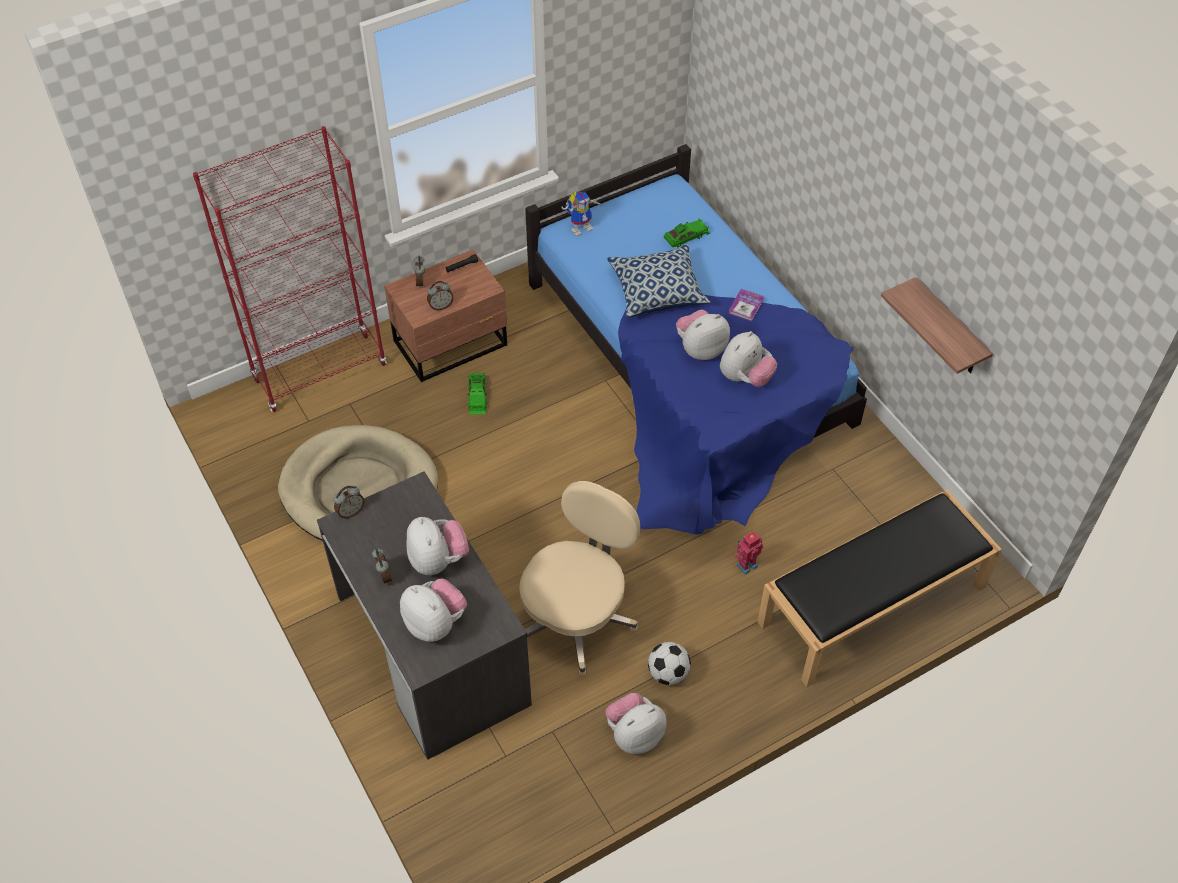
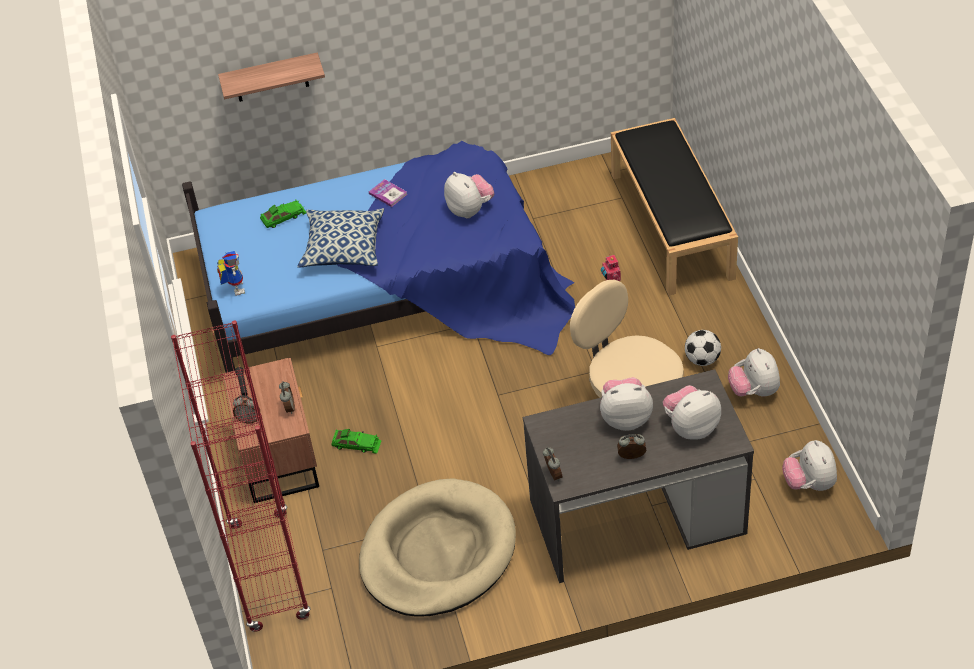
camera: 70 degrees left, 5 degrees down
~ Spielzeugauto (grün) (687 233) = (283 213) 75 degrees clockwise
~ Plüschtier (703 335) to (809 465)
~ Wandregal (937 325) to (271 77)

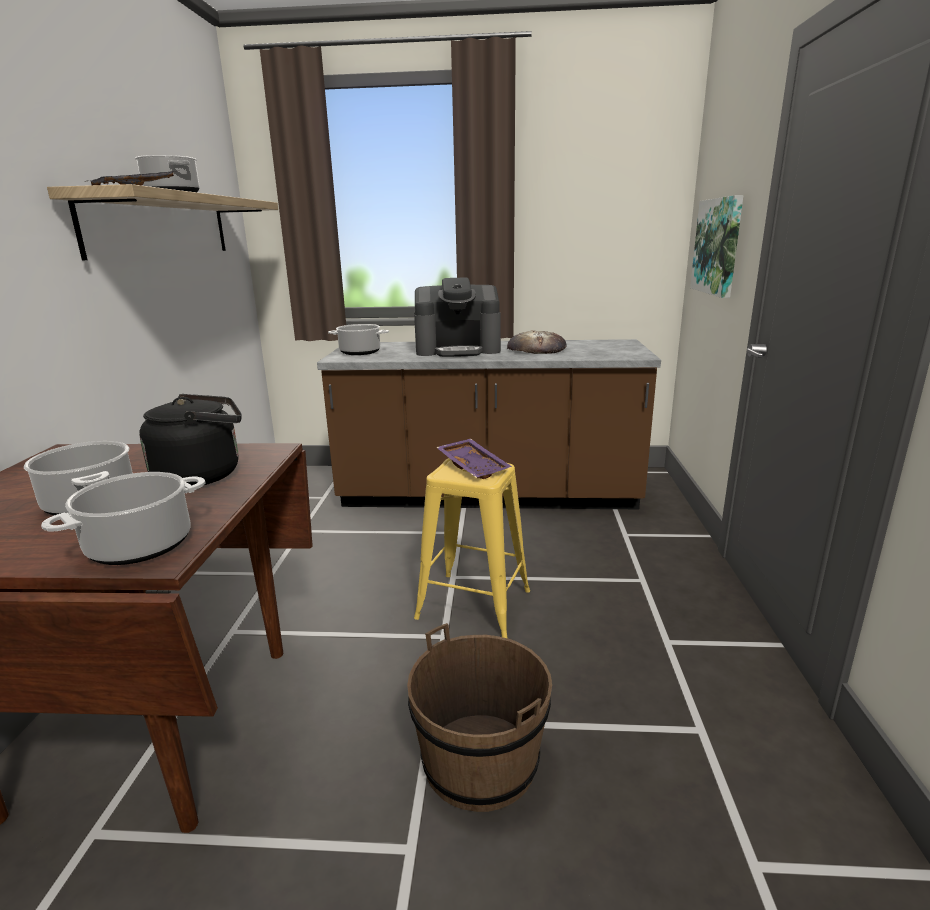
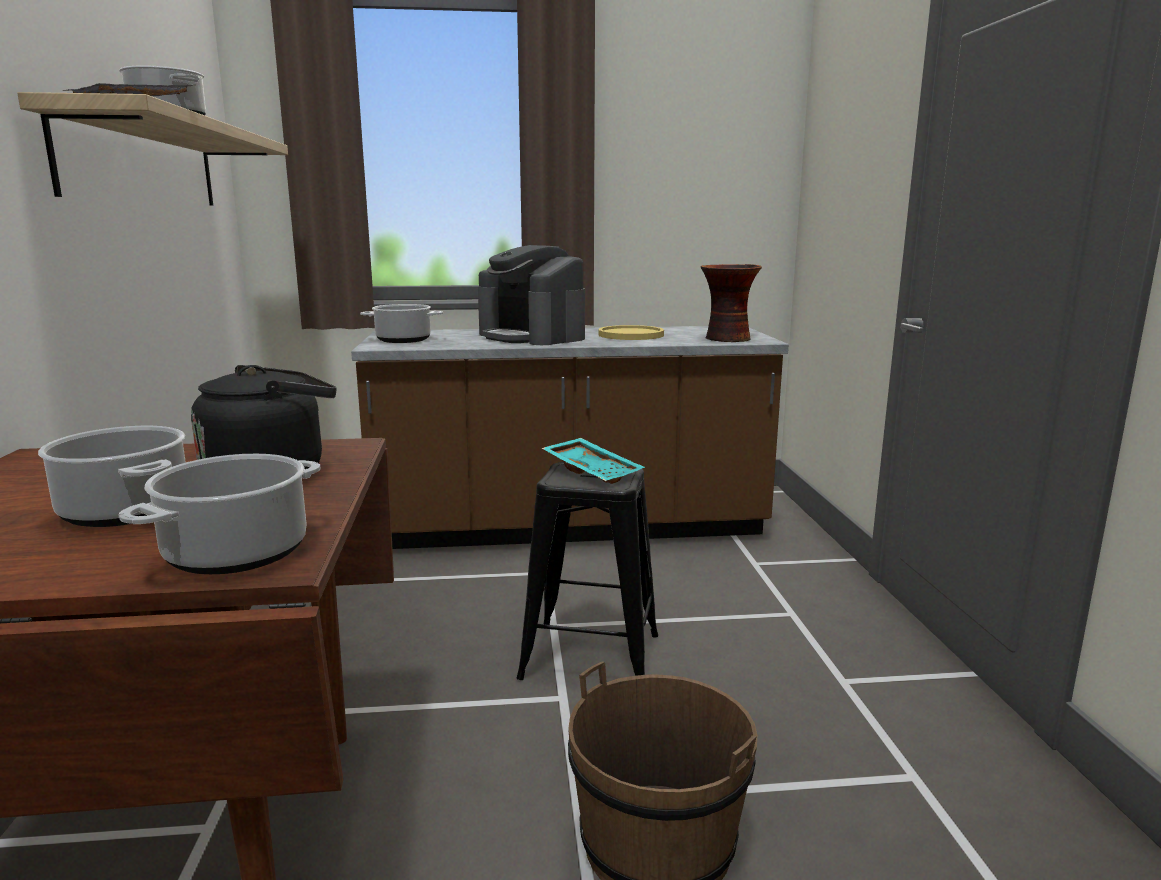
camera: 10 degrees left, 5 degrees down
~ Kaffeemaschine (457 317) = (531 295) 60 degrees clockwise
~ Hocker (gelb) (472 548) to Hocker (schwarz) (587 571)
~ Tablett (lila) (474 458) to Tablett (türkis) (593 461)
~ Brot (536 342) to Teller (gelb) (631 332)
- Bild (717 246)
+ Vase (731 303)

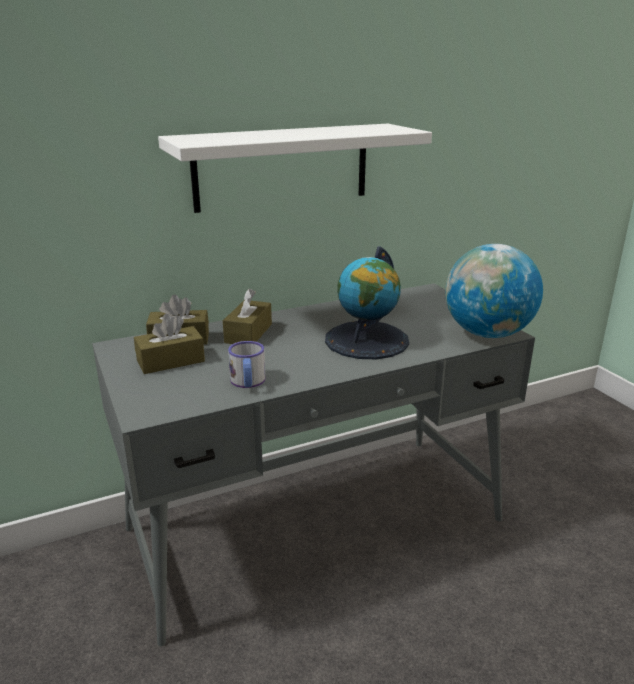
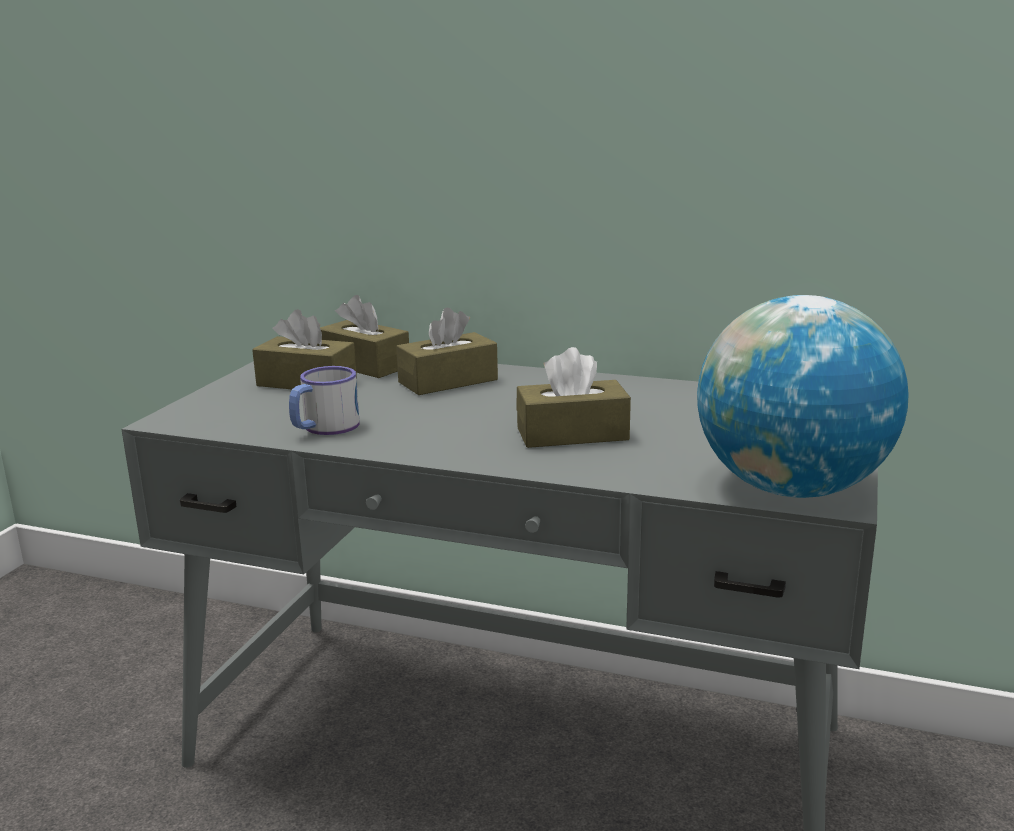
camera: 45 degrees right, 5 degrees down
- Wandregal (weiß) (295 168)
~ Globus (367 302) to Taschentuchbox (braun) (573 397)

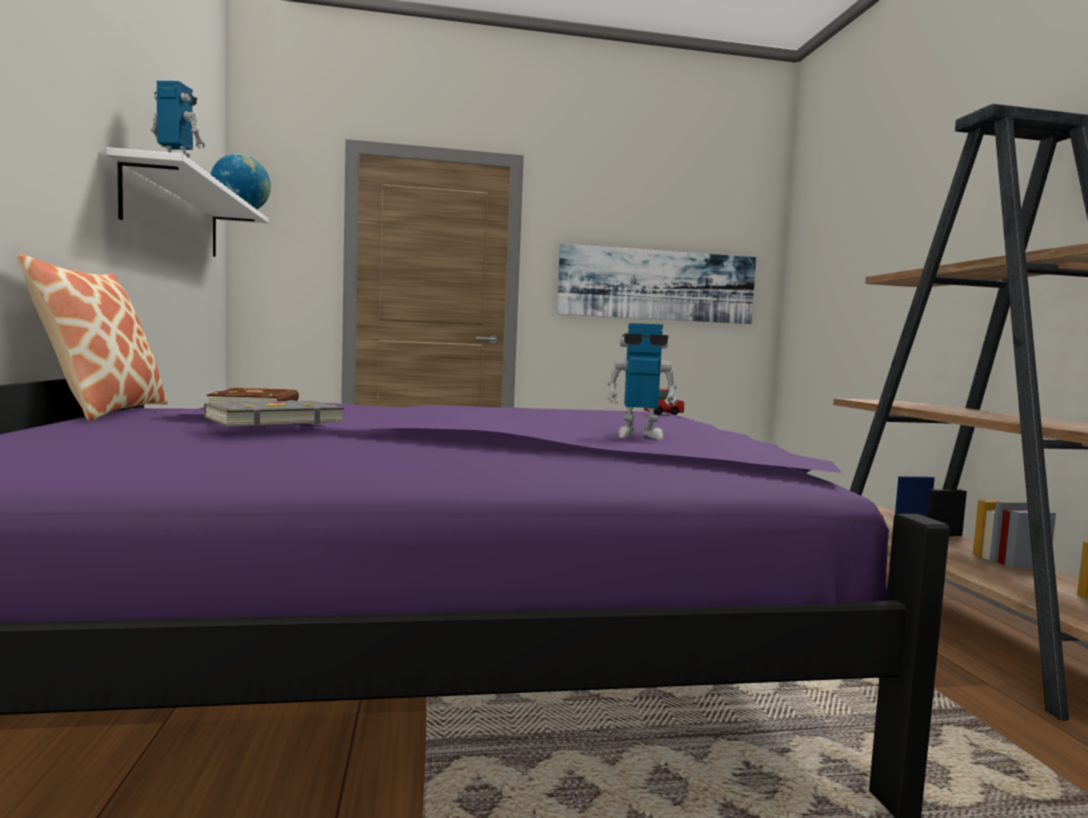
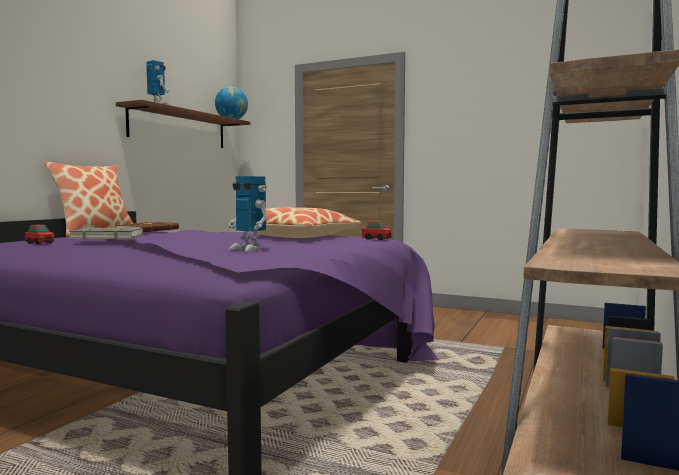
camera: 35 degrees right, 0 degrees up
~ Wandregal (weiß) (187 202) to Wandregal (braun) (183 124)
- Bild (656 284)
+ Spielzeugauto (39 234)
+ Kissen (295 222)

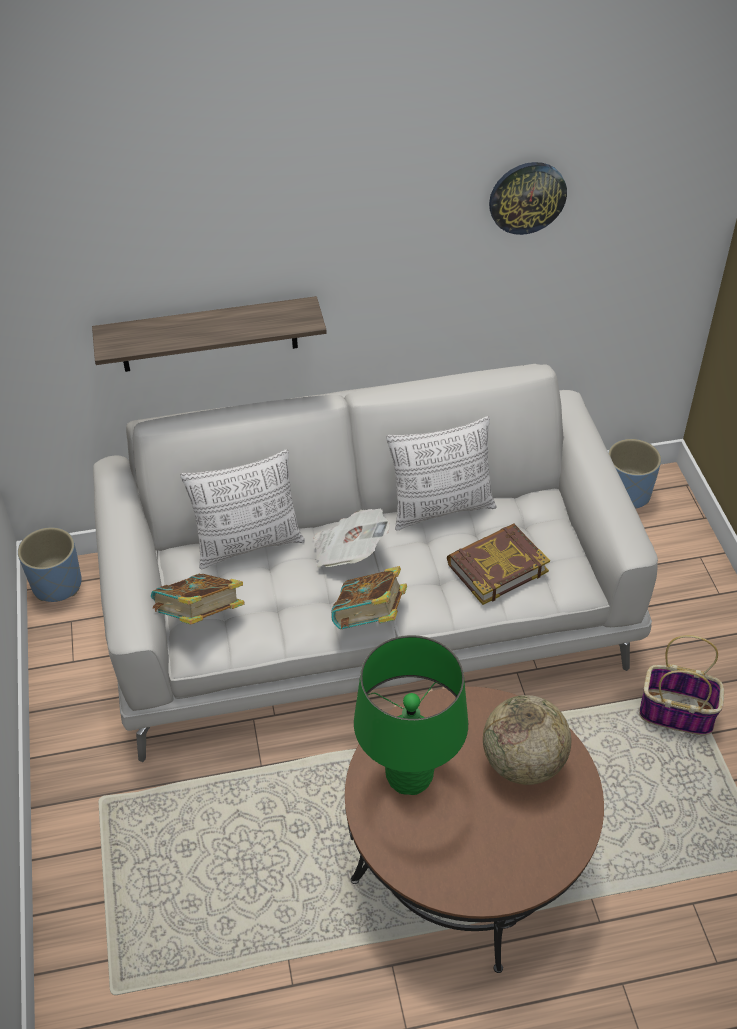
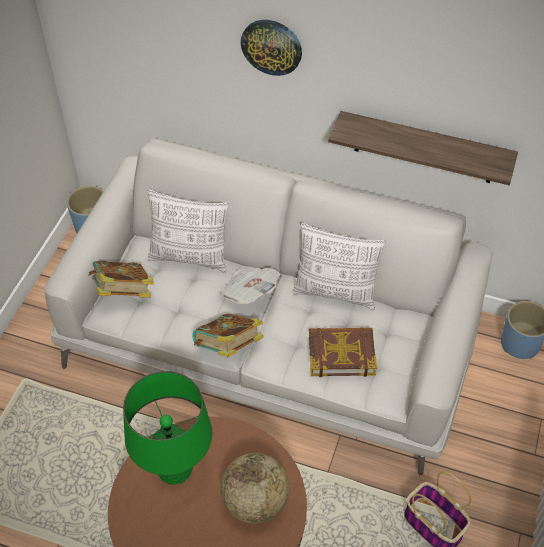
camera: 30 degrees right, 5 degrees up
~ Wandregal (209 334) to (423 148)
~ Wanduhr (528 198) to (271 48)

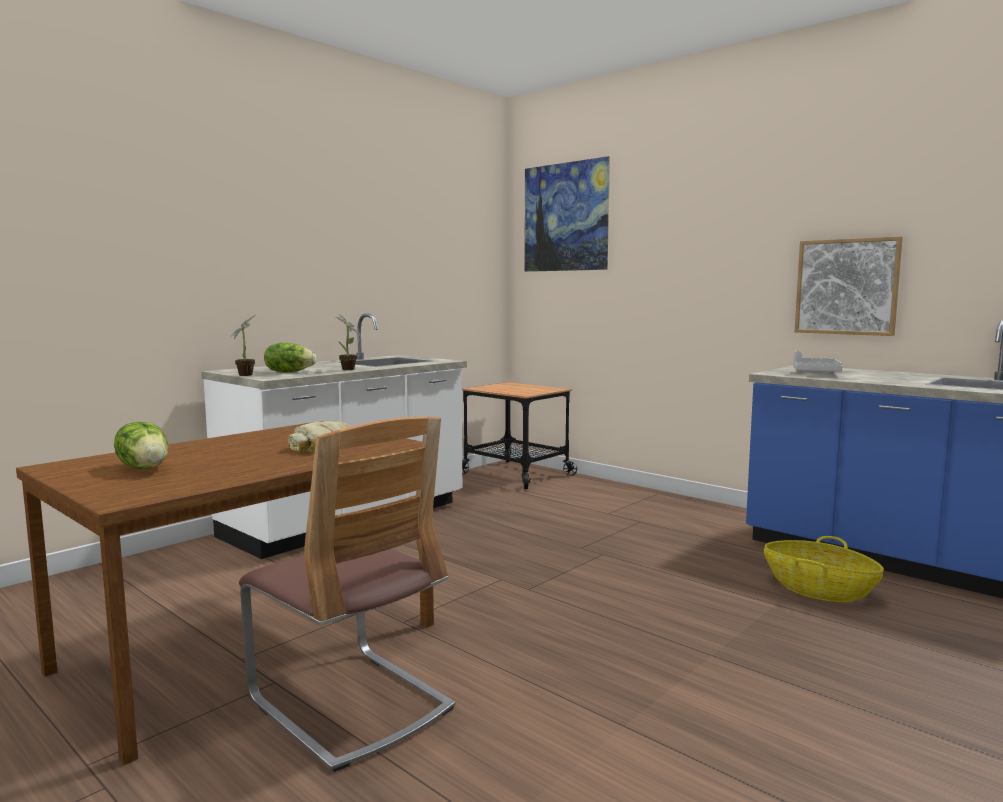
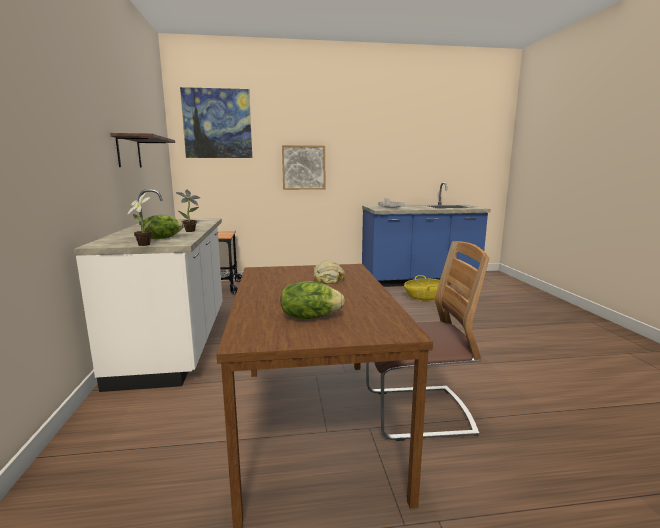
camera: 50 degrees left, 5 degrees up
~ Bild (849 286) to (303 167)
+ Wandregal (142 150)

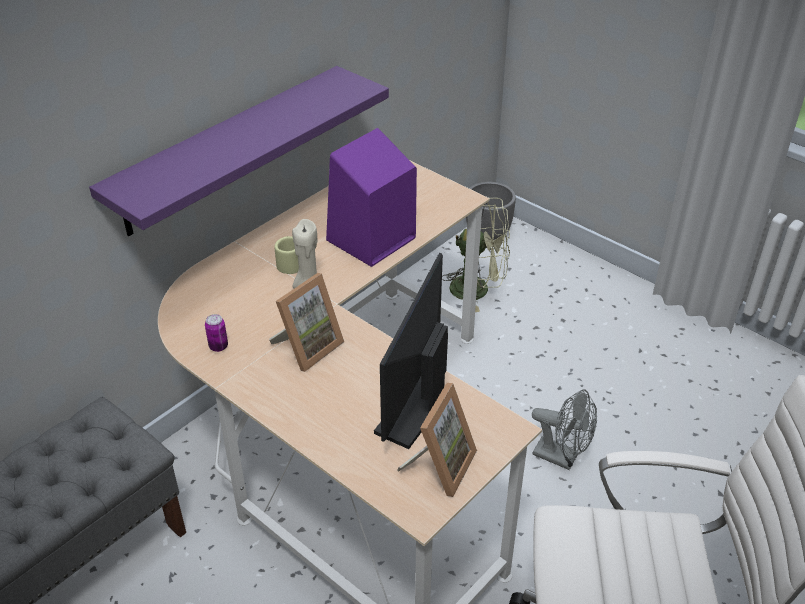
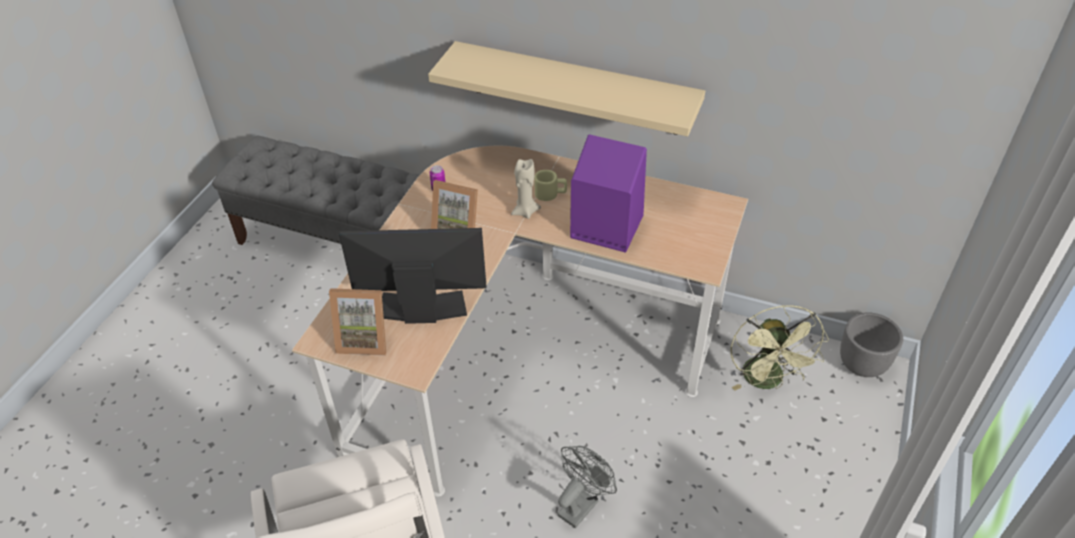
camera: 70 degrees right, 5 degrees up
~ Wandregal (lila) (239 151) to Wandregal (beige) (566 89)
~ Ventilator (grau) (564 429) = (587 487) 150 degrees counterclockwise

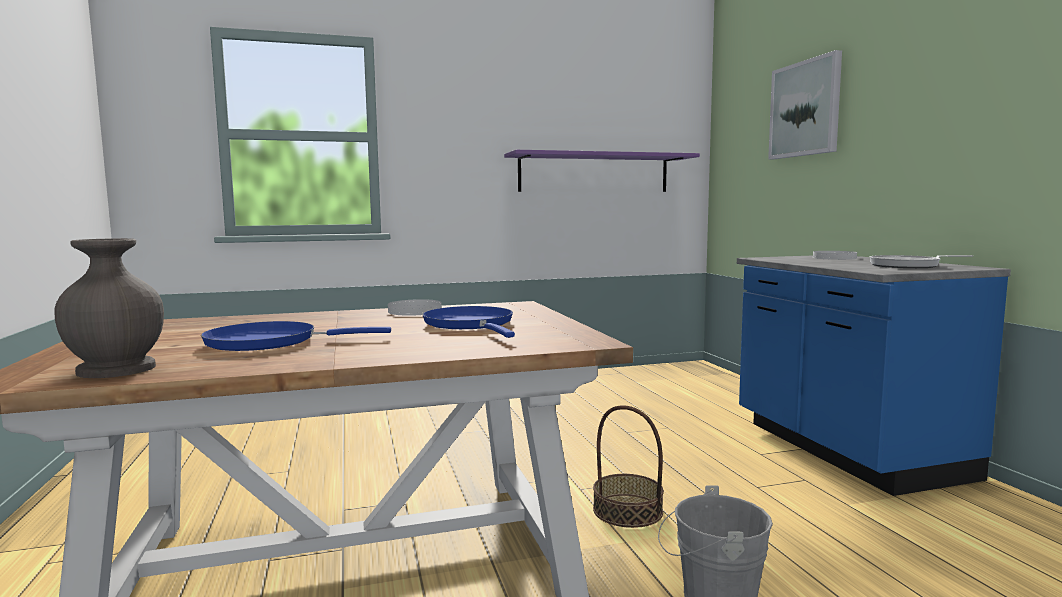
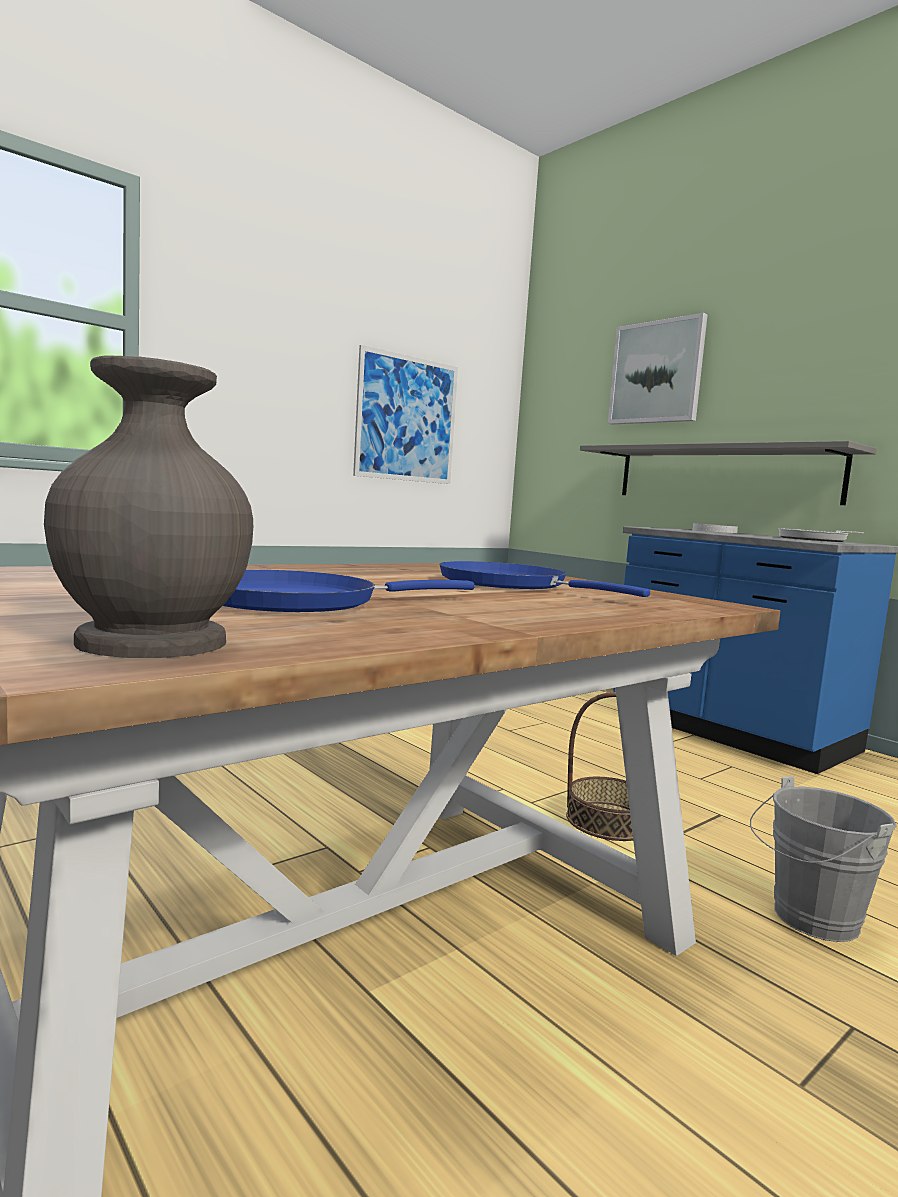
camera: 25 degrees left, 0 degrees up
- Teller (weiß) (415 307)
~ Wandregal (lila) (602 171) to Bild (405 414)
+ Wandregal (grau) (728 473)

